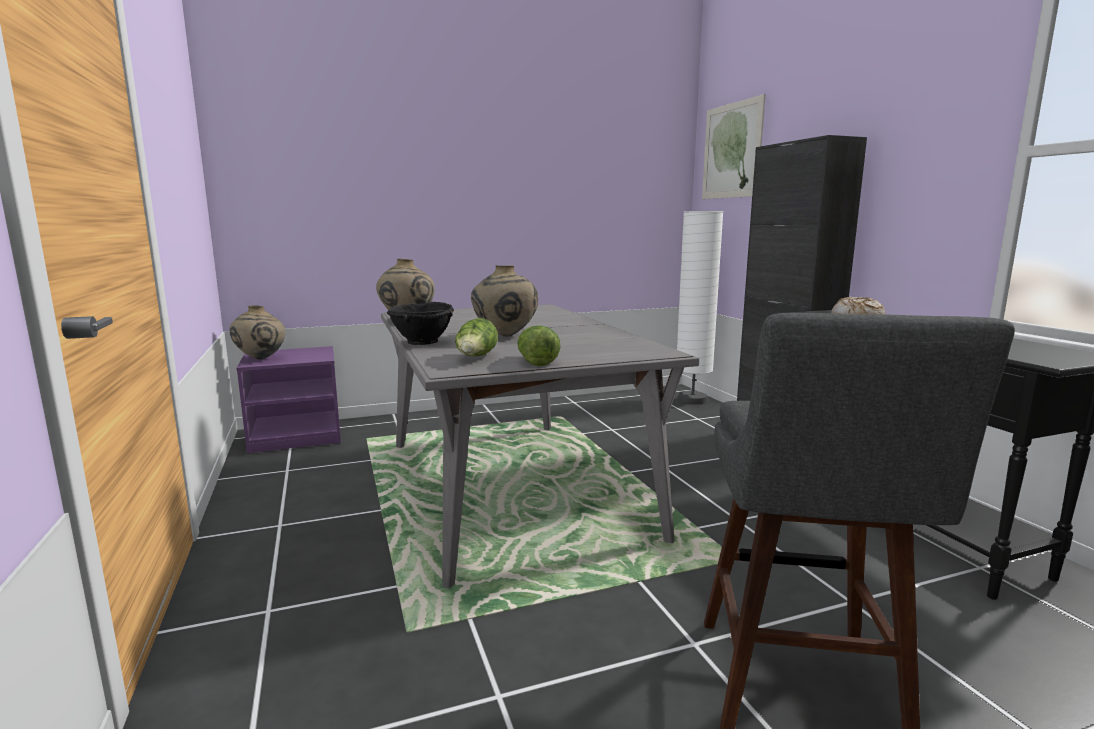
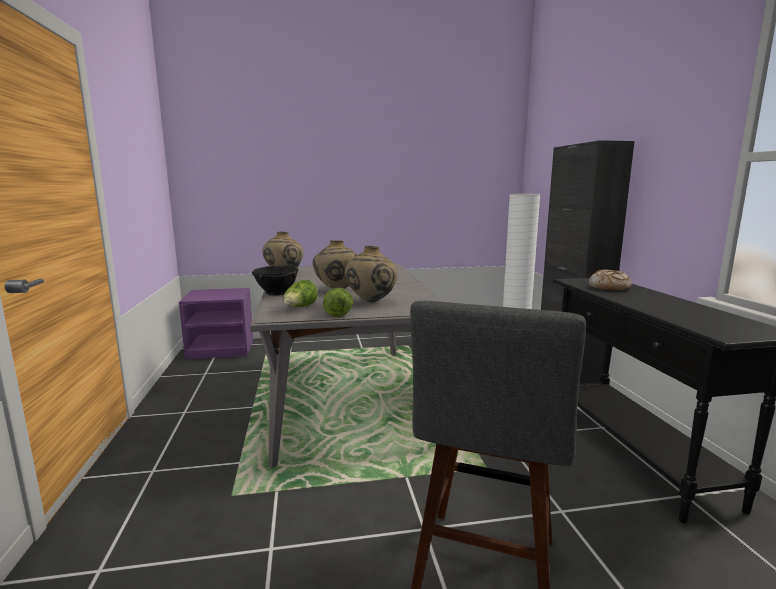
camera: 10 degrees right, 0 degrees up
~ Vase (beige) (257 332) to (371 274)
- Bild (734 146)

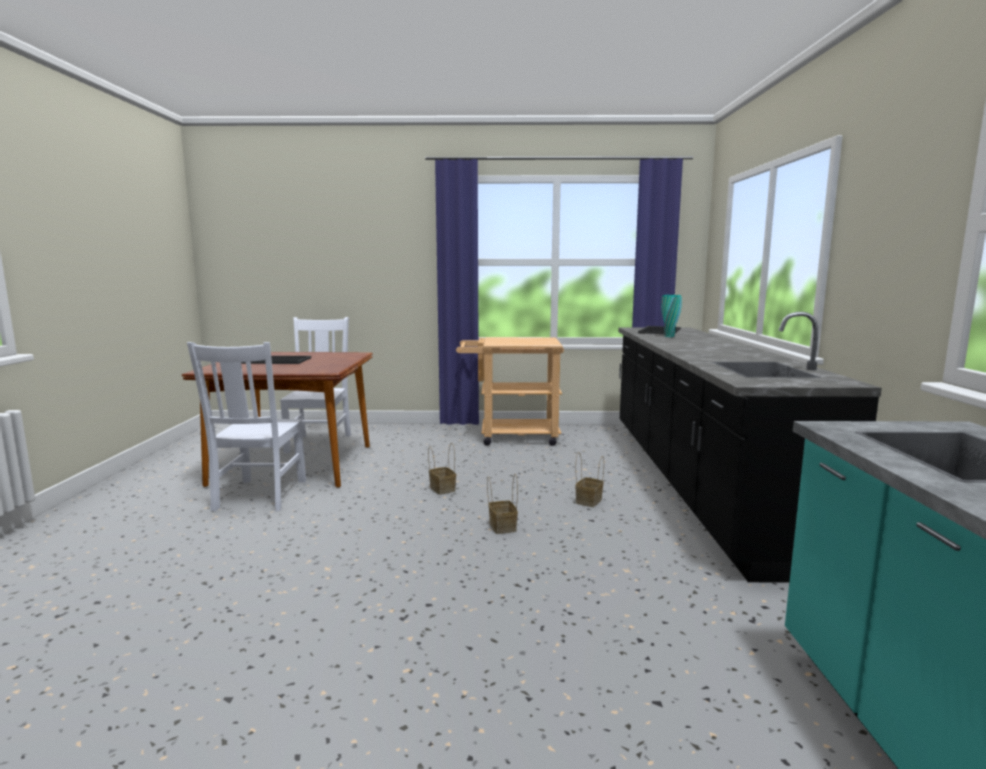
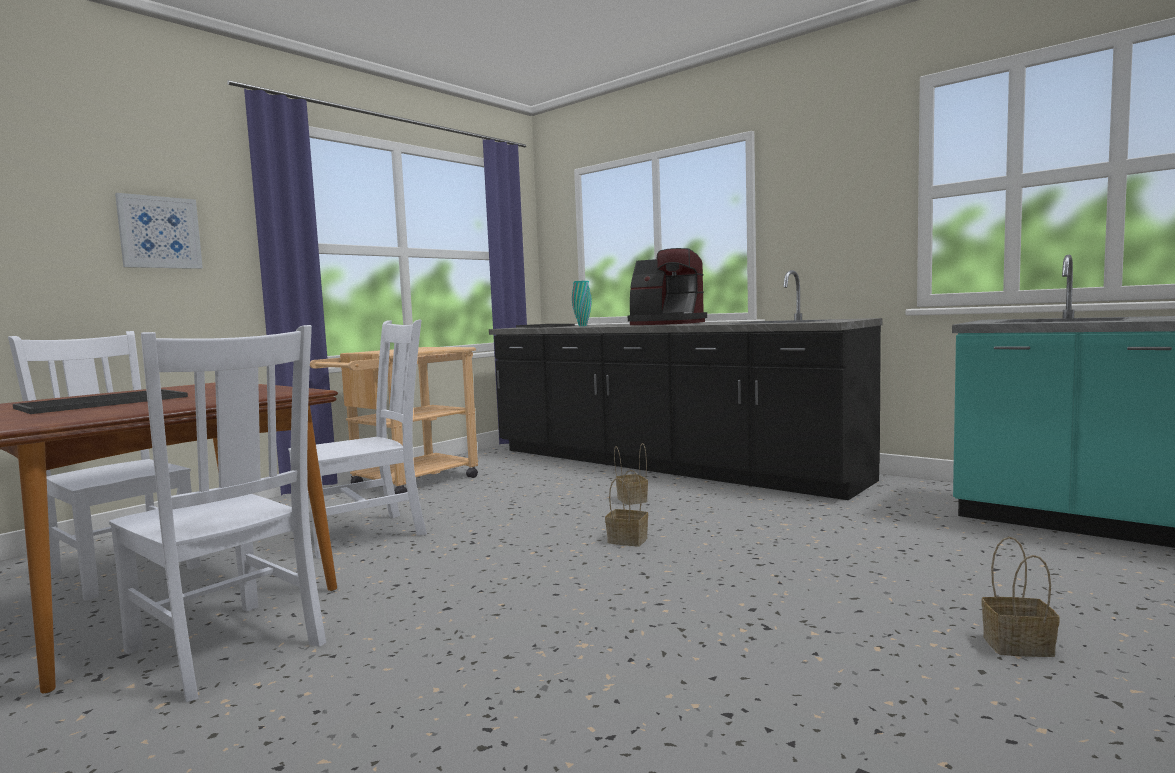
camera: 50 degrees left, 5 degrees down
~ Korb (442 469) to (1020 597)
+ Bild (159 231)
+ Stuhl (weiß) (357 439)
+ Kaffeemaschine (667 286)

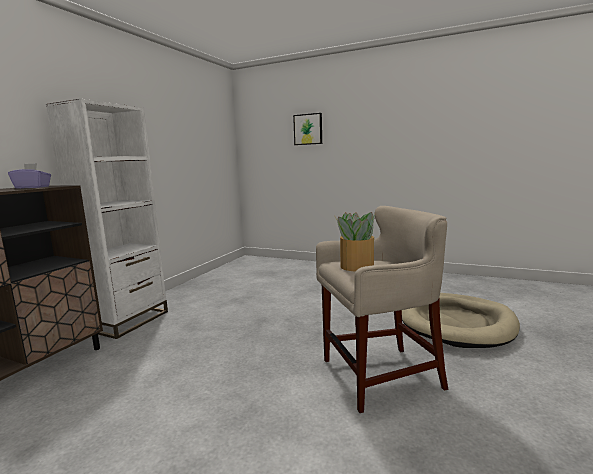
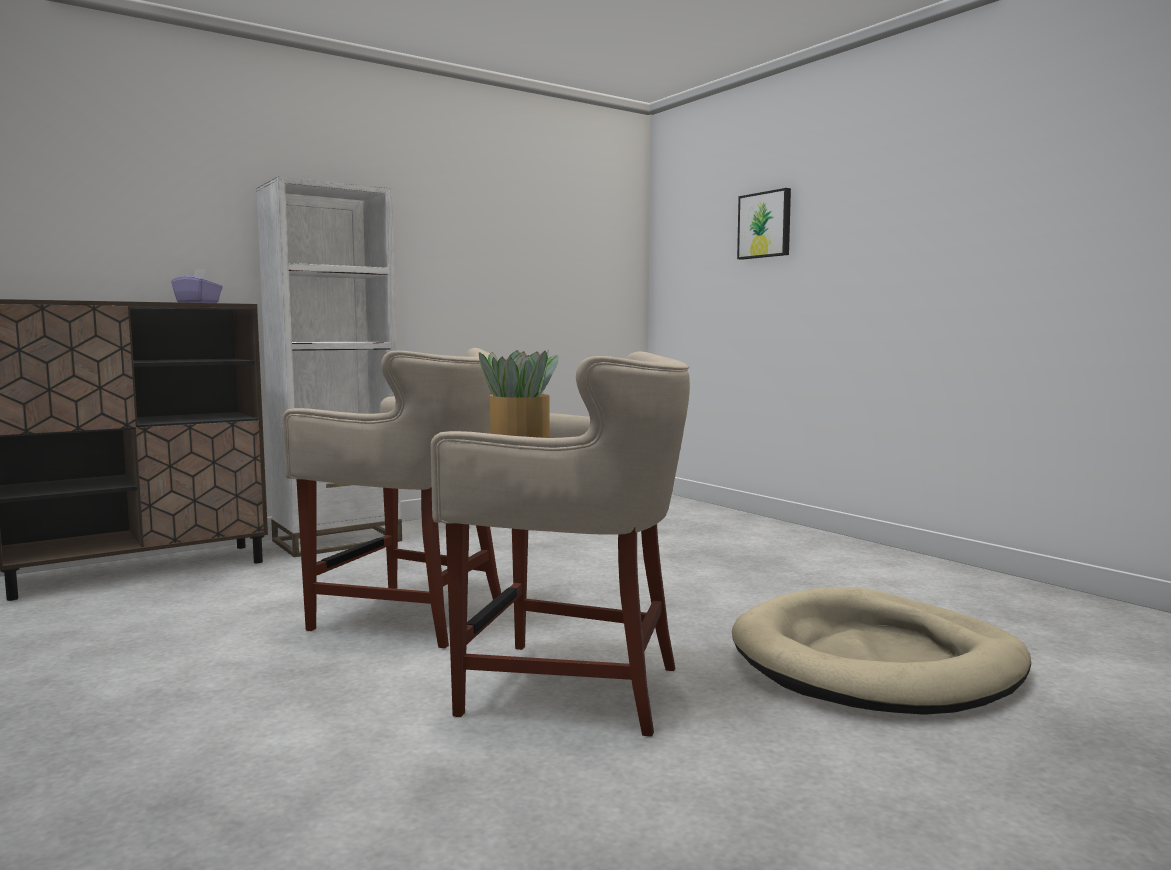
camera: 30 degrees right, 5 degrees down
+ Hocker (beige) (391 498)

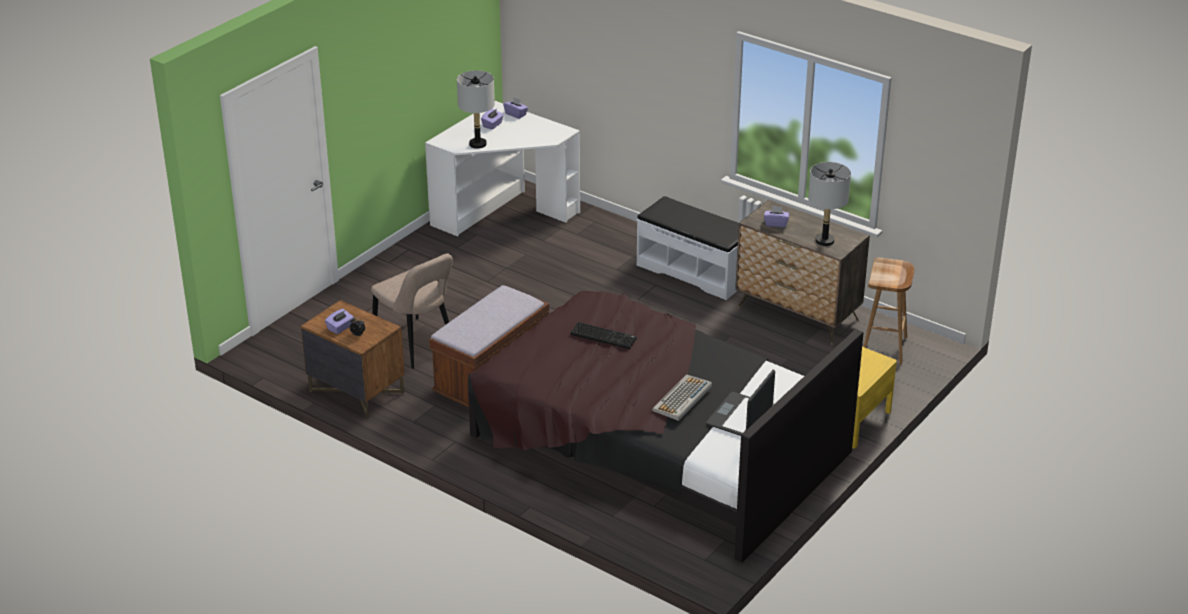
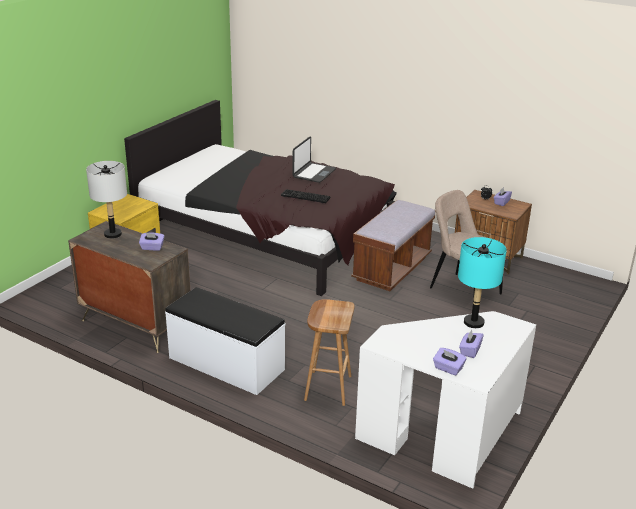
camera: 175 degrees right, 5 degrees down
~ Tischlampe (grau) (476 109) to Tischlampe (türkis) (482 282)
- Tastatur (682 398)
~ Laptop (740 403) to (314 159)
~ Hocker (braun) (888 310) to (329 352)

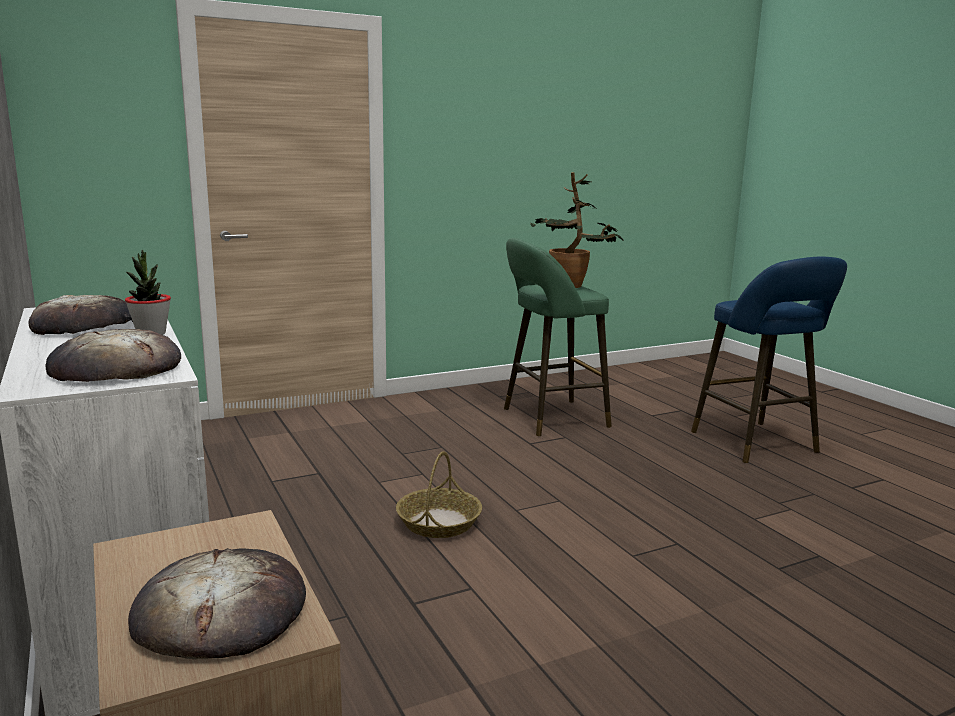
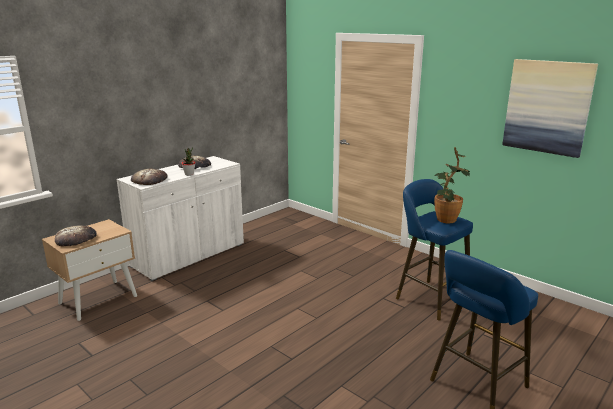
camera: 70 degrees right, 5 degrees up
- Korb (439 494)
~ Hocker (grün) (558 337) to Hocker (blau) (434 249)
+ Bild (550 108)

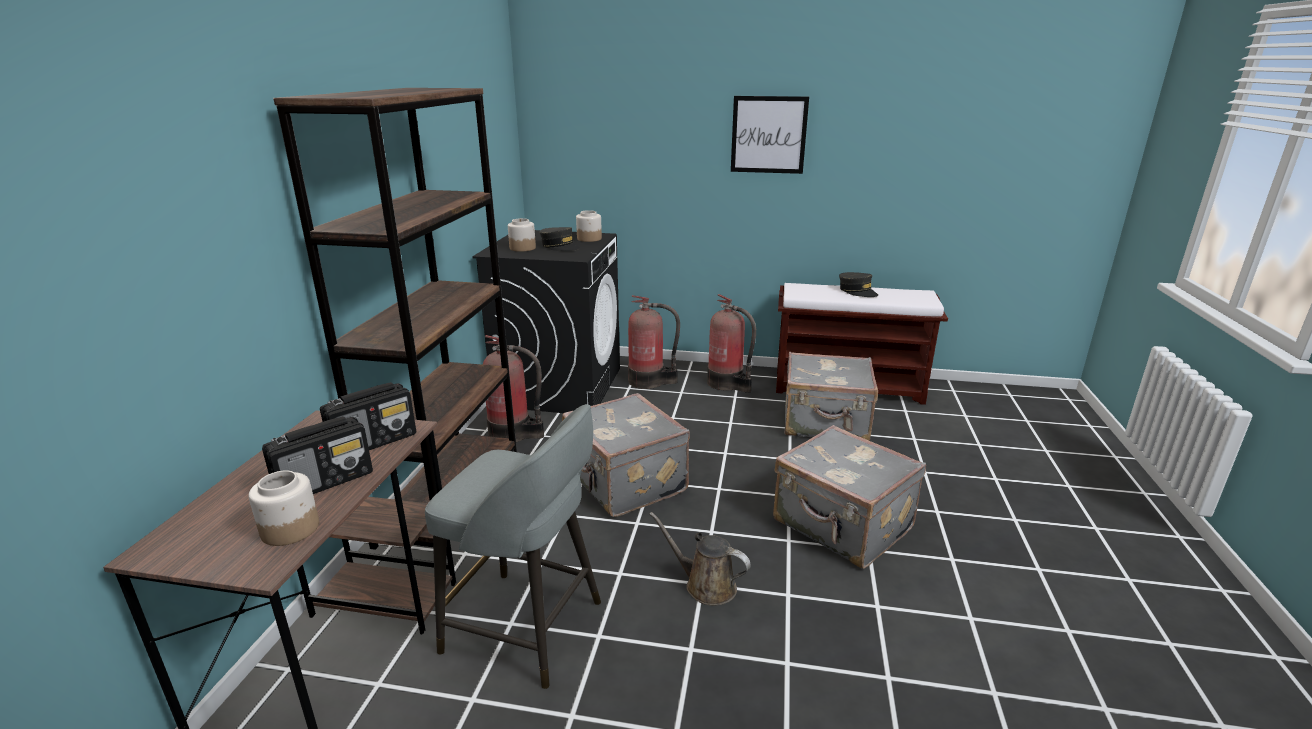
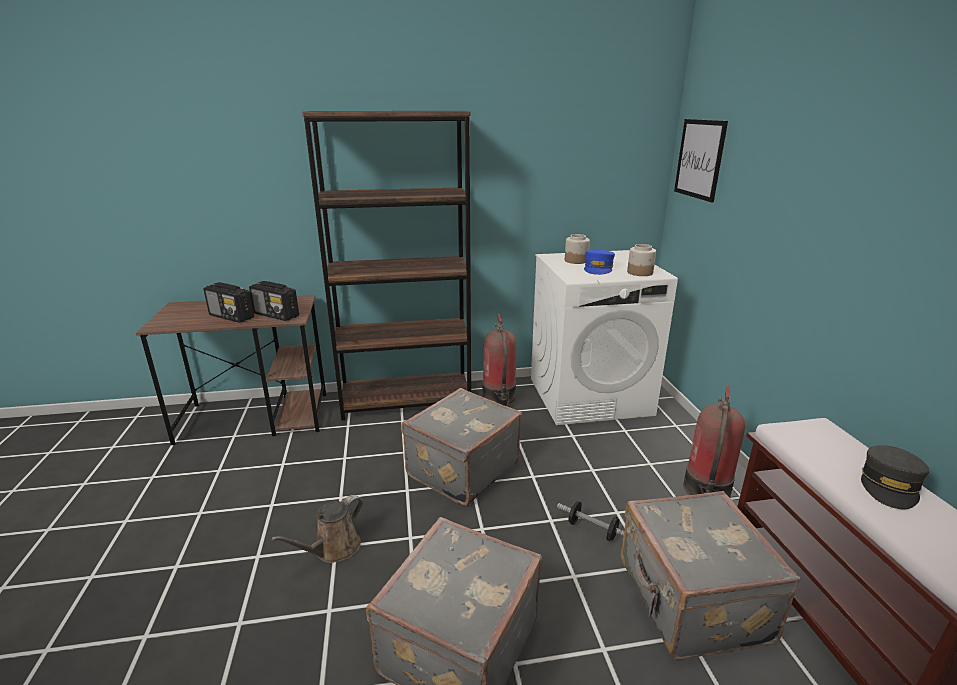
camera: 70 degrees right, 0 degrees up
- Vorratsglas (283 508)
- Hocker (grau) (513 546)
~ Waschmaschine (schwarz) (546 321) to Waschmaschine (weiß) (604 337)
~ Kappe (grau) (559 239) to Kappe (blau) (599 262)
- Feuerlöscher (654 342)
~ Gießkanne (braun) (700 559) = (317 529) 150 degrees counterclockwise
~ Bild (770 135) to (701 161)
+ Hantel (590 521)

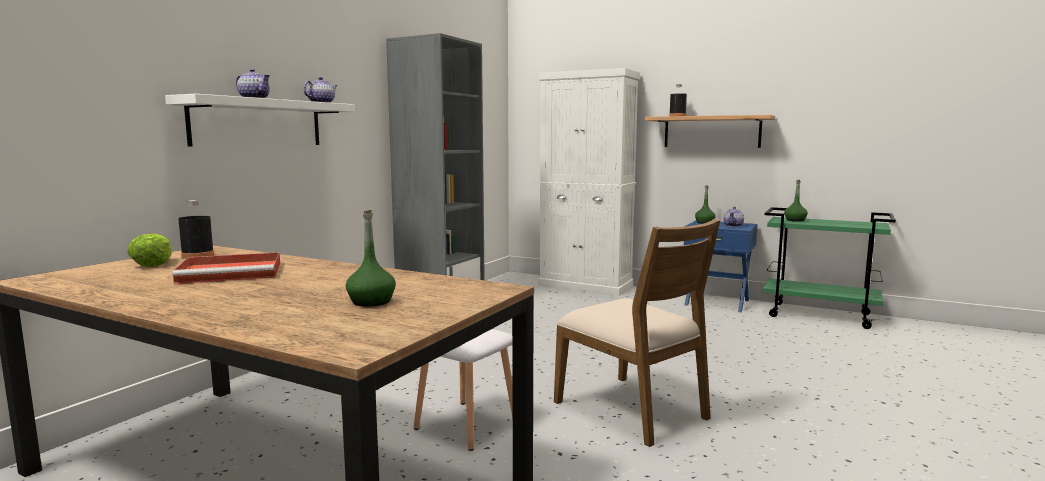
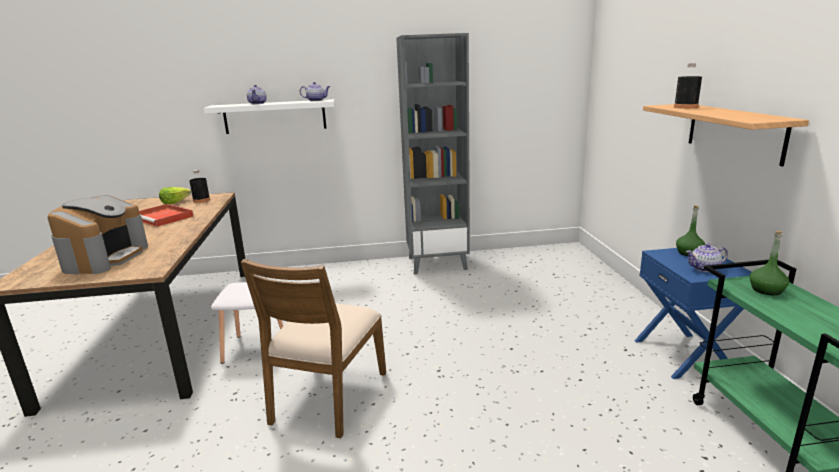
camera: 55 degrees right, 10 degrees up
~ Flasche (grün) (371 258) to Kaffeemaschine (98 234)
- Schrank (weiß) (589 182)

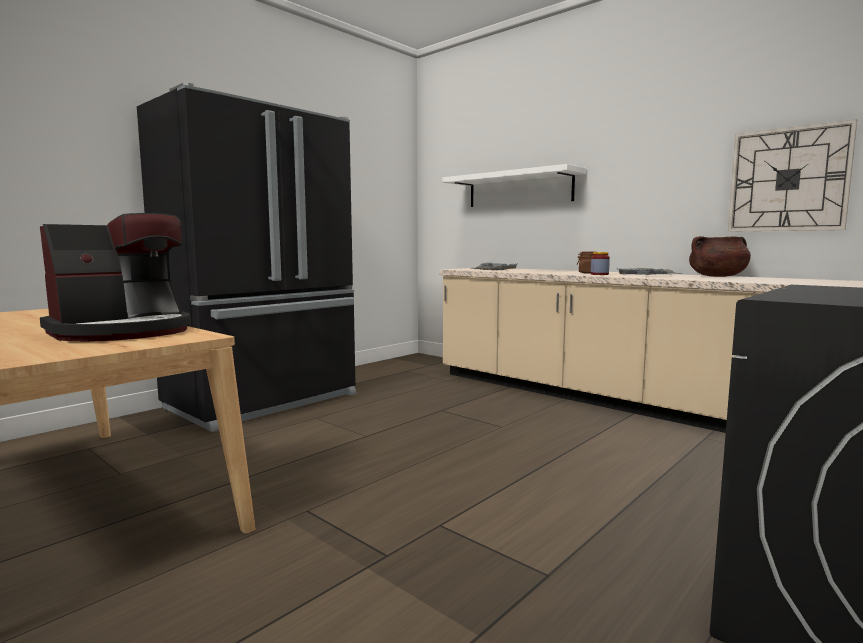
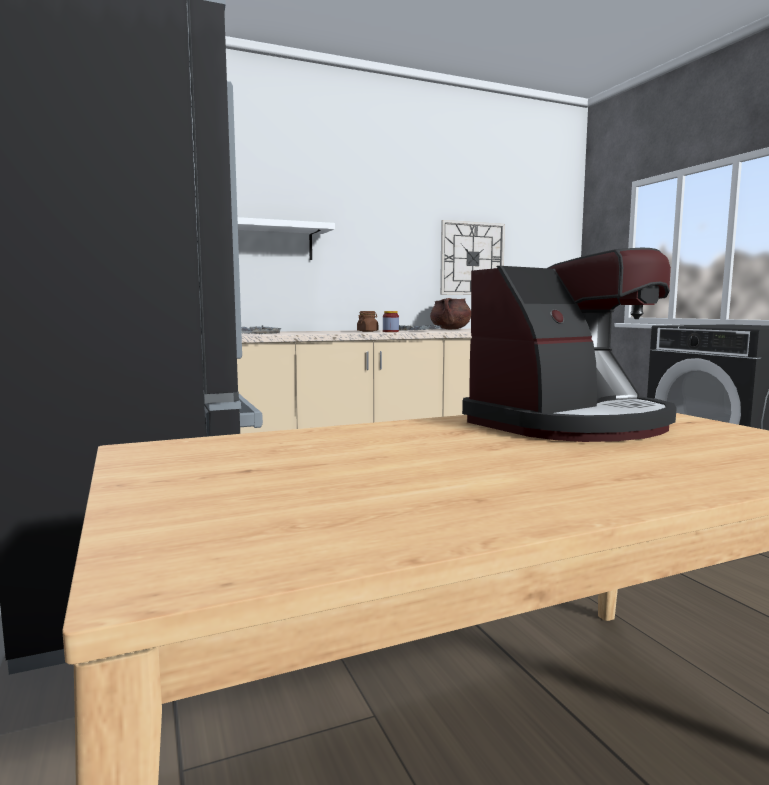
camera: 65 degrees left, 0 degrees up
~ Kaffeemaschine (115 277) = (569 345) 75 degrees clockwise

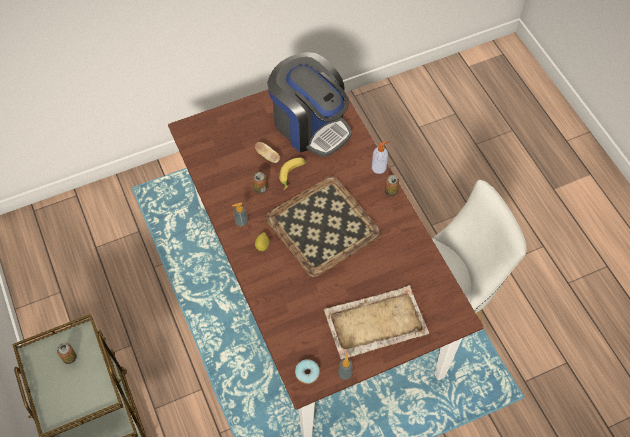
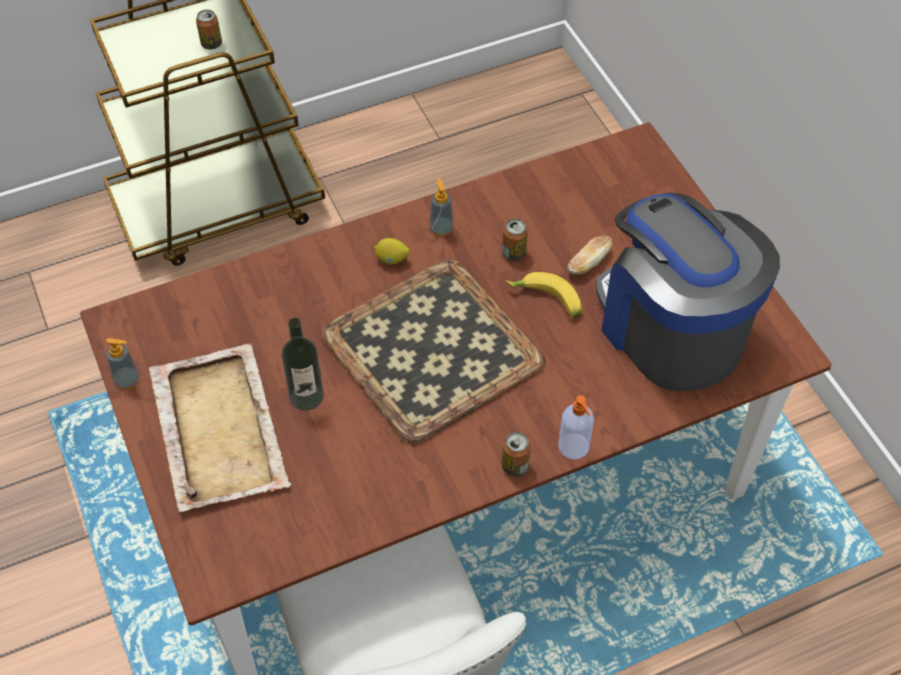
camera: 90 degrees right, 5 degrees down
~ Kaffeemaschine (309 104) = (688 291) 105 degrees clockwise
- Donut (307 371)
+ Flasche (303 364)

